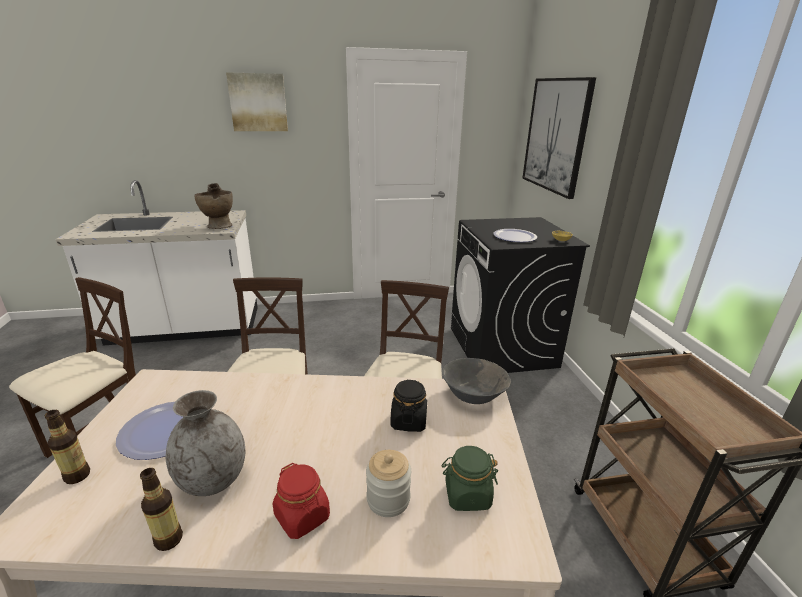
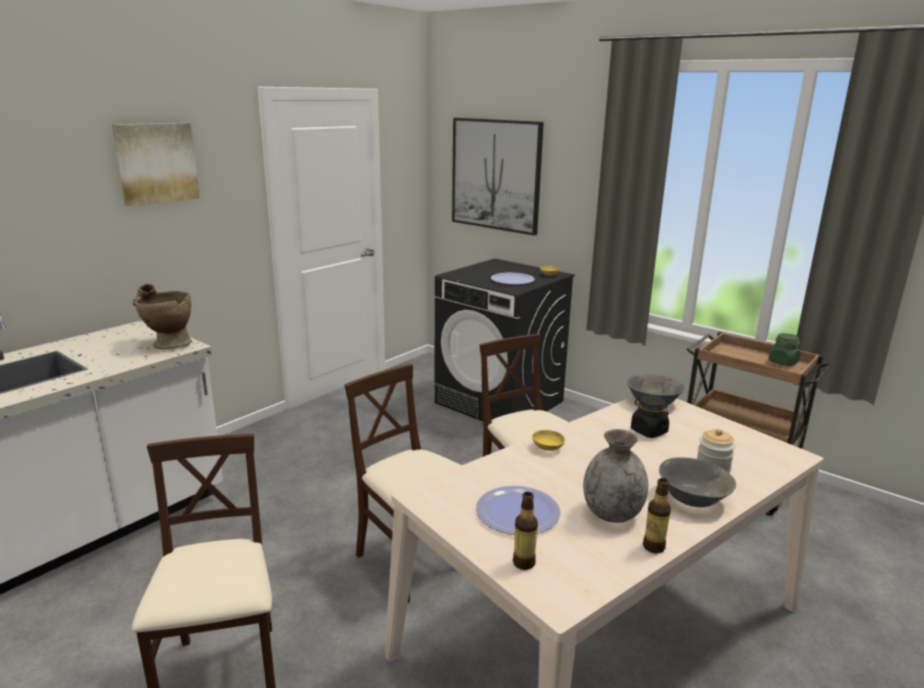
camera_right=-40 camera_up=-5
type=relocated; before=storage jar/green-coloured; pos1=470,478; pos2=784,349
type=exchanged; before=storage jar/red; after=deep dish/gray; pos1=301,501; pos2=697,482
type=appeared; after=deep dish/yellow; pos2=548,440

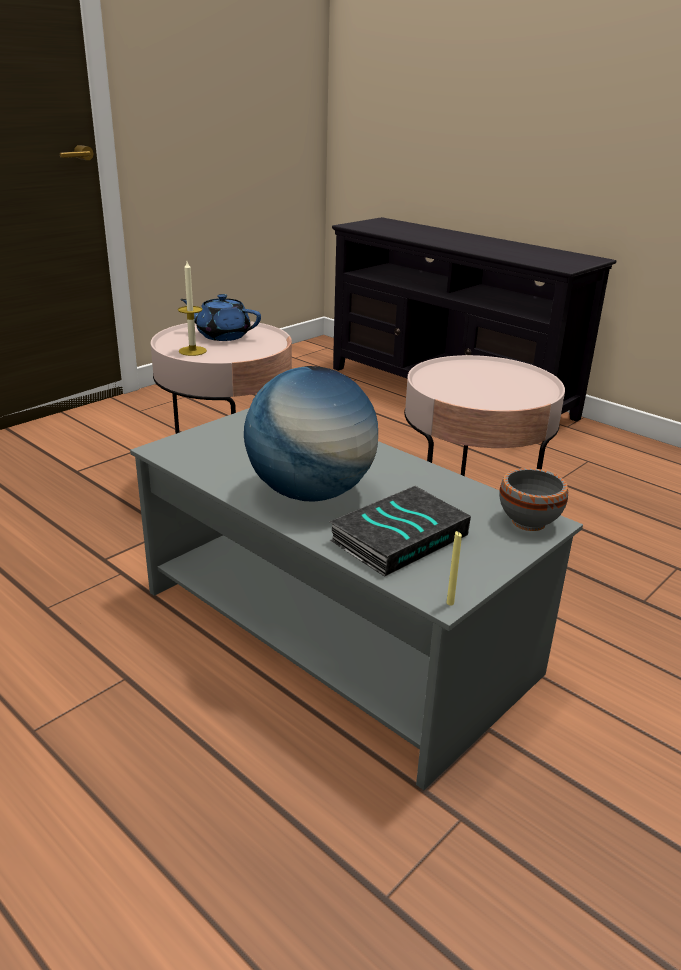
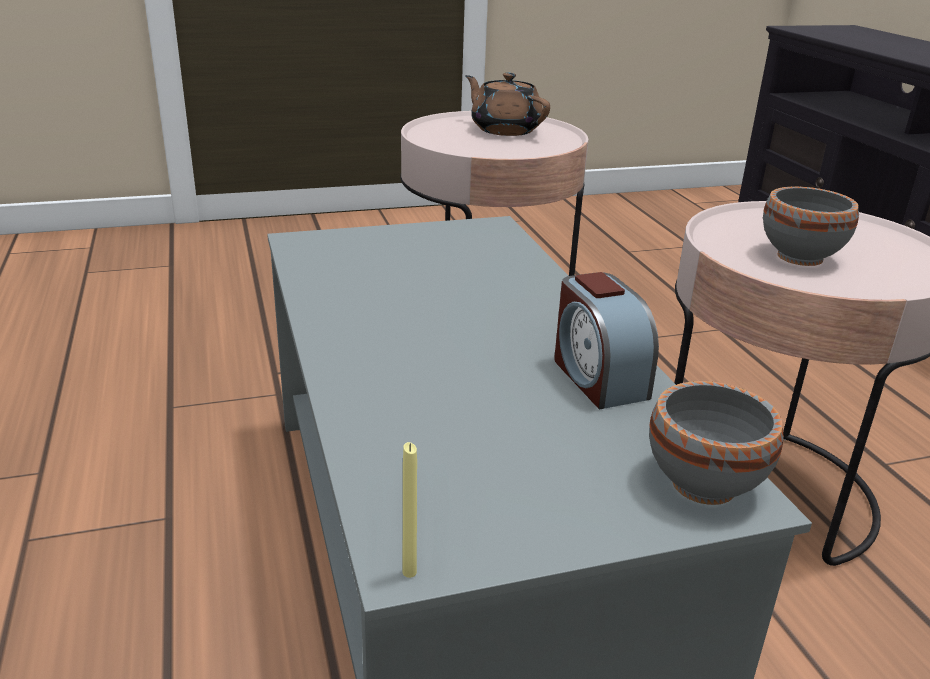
camera_right=30 camera_up=0
type=missing; before=wax candle; pos1=192,308
type=colour; before=pot for tea/bluish; after=pot for tea/brown; pos1=220,317; pos2=507,104
type=missing; before=desk globe; pos1=311,434
type=missing; before=book; pos1=400,531
type=appeared; after=deep dish/gray; pos2=811,226
type=appeared; after=bedside clock; pos2=606,340

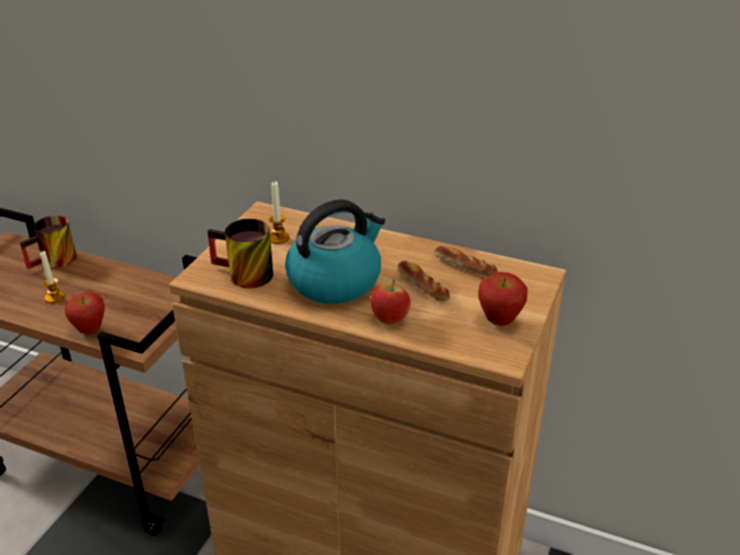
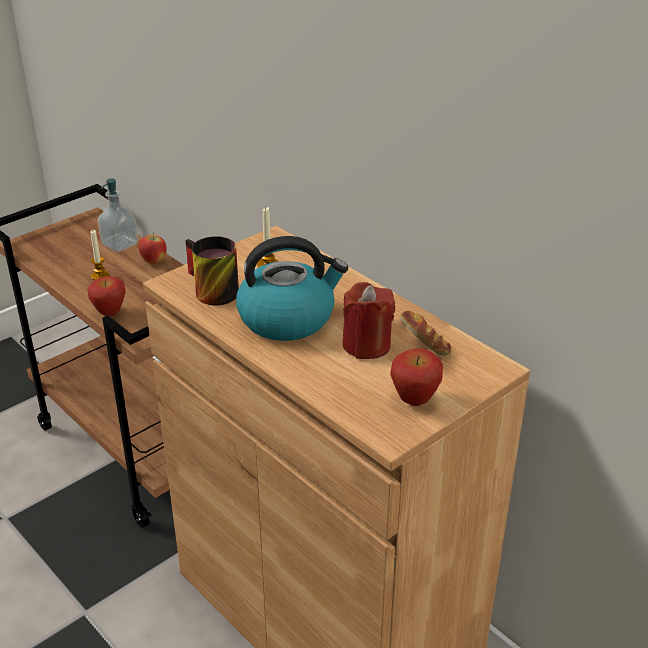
camera_right=25 camera_up=0
type=exchanged; before=tea mug; after=soap dispenser; pos1=48,242; pos2=118,215
type=exchanged; before=bread; after=wax candle/red; pos1=423,281; pos2=368,320
type=relocated; before=apple fruit; pos1=390,302; pos2=152,248

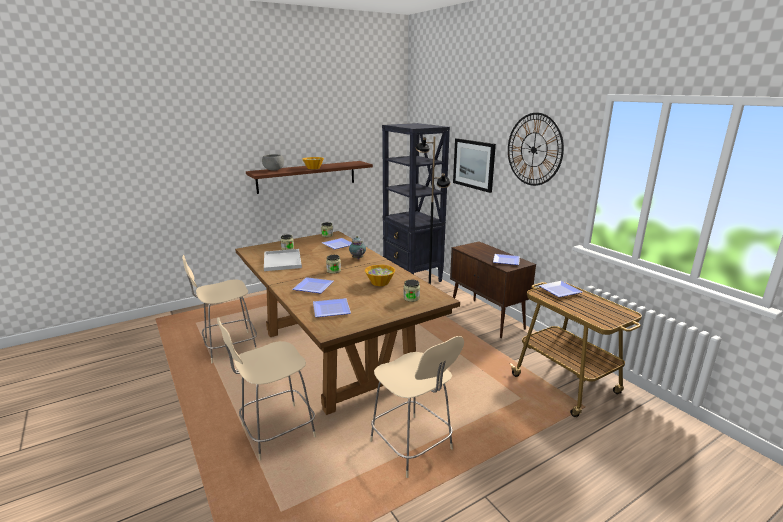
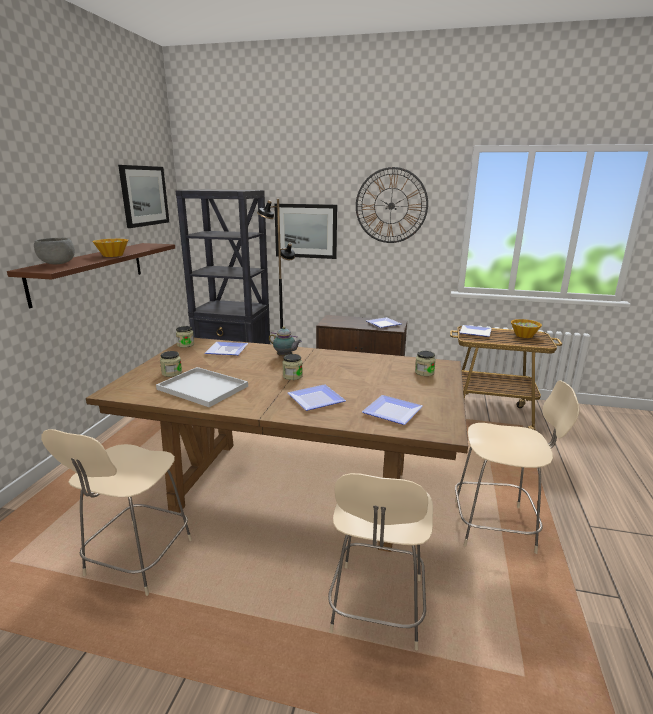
camera_right=-45 camera_up=0
type=relocated; before=deep dish; pos1=380,275; pos2=526,328
type=appeared; after=wall picture; pos2=143,196

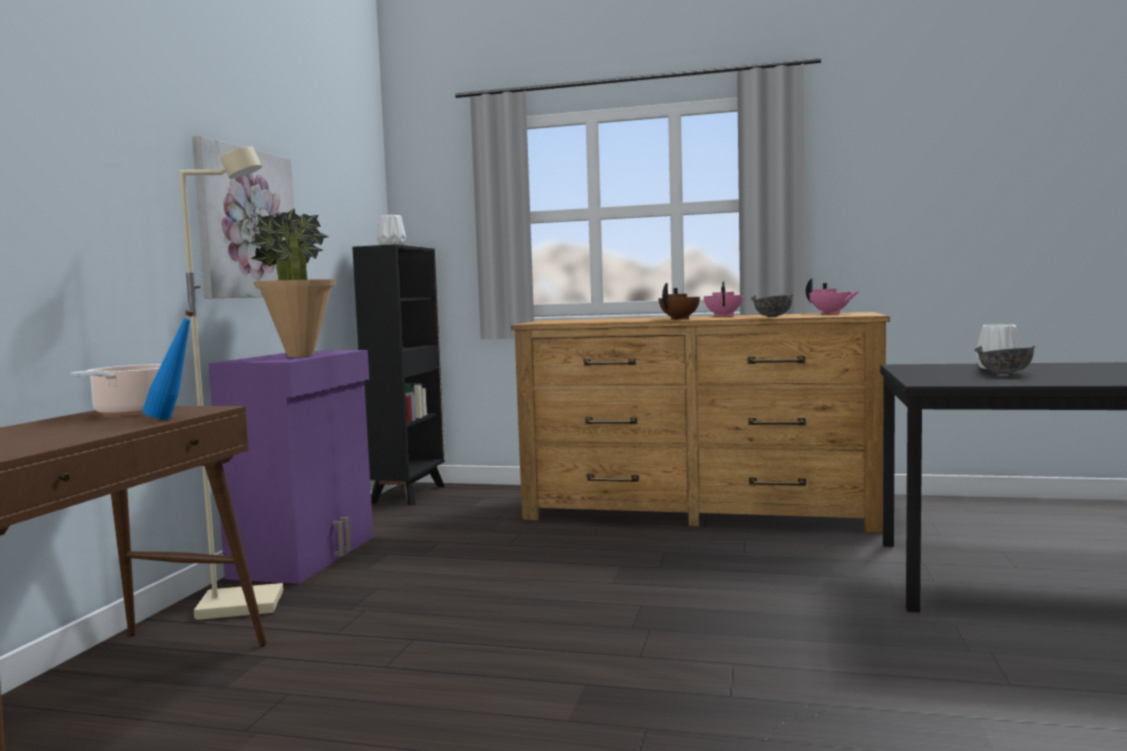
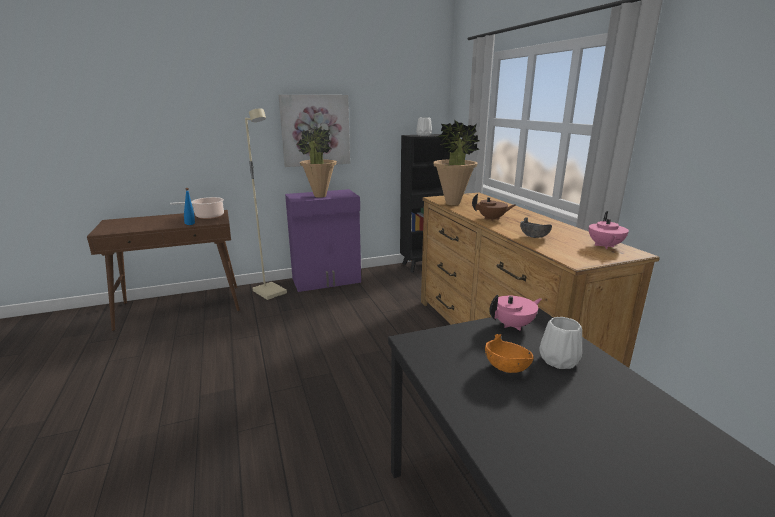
camera_right=55 camera_up=15
type=relocated; before=pot for tea/pinkish; pos1=723,298; pos2=516,313
type=colour; before=deep dish/gray; after=deep dish/orangey; pos1=1005,359; pos2=509,353
type=appeared; after=plant in a pot; pos2=456,162

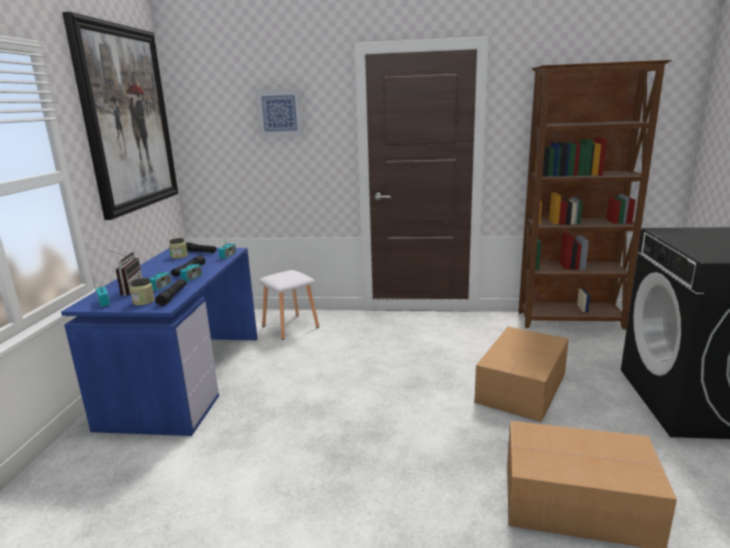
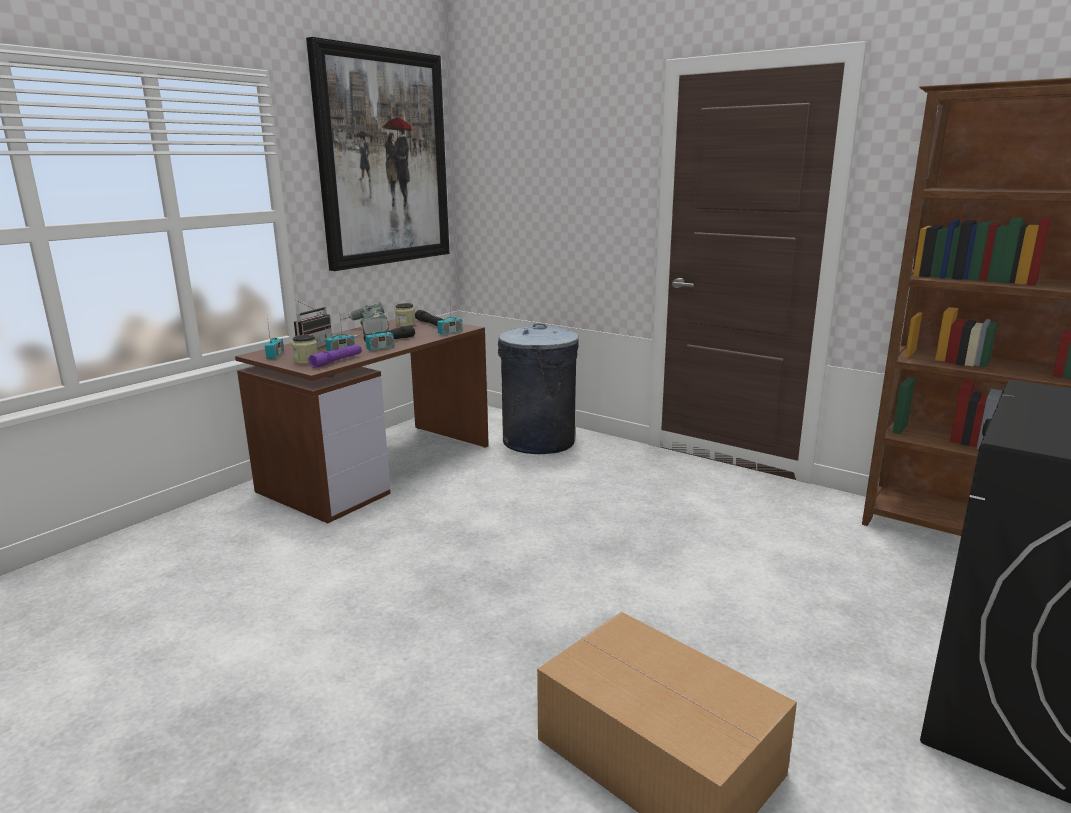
camera_right=30 camera_up=0
type=missing; before=wall picture; pos1=279,113
type=colour; before=desk unit/bluish; after=desk unit/brown; pos1=159,342; pos2=362,420
type=exchanged; before=sitting stool/white-coloured; after=rubbish bin/gray; pos1=289,305; pos2=538,388
type=colour; before=flashlight/blackish; after=flashlight/purplish; pos1=170,292; pos2=335,356
type=missing; before=cardboard box; pos1=522,374
type=appeared; after=power drill; pos2=365,319

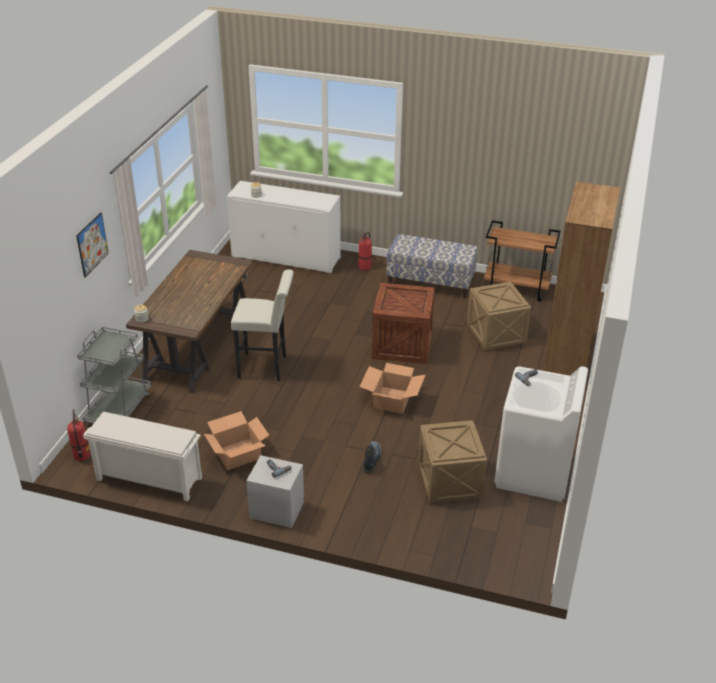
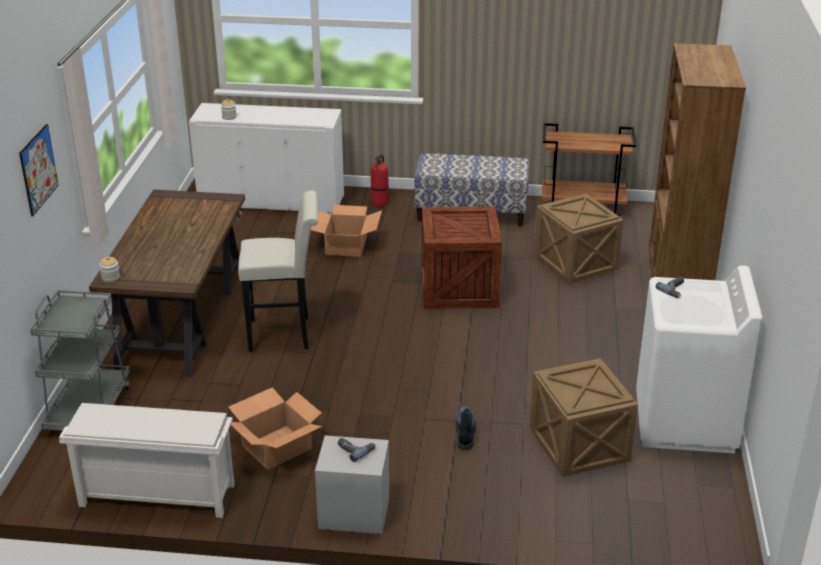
camera_right=-10 camera_up=-5
type=relocated; before=cardboard box; pos1=392,388; pos2=346,231
type=missing; before=fire-fighting cylinder; pos1=78,435

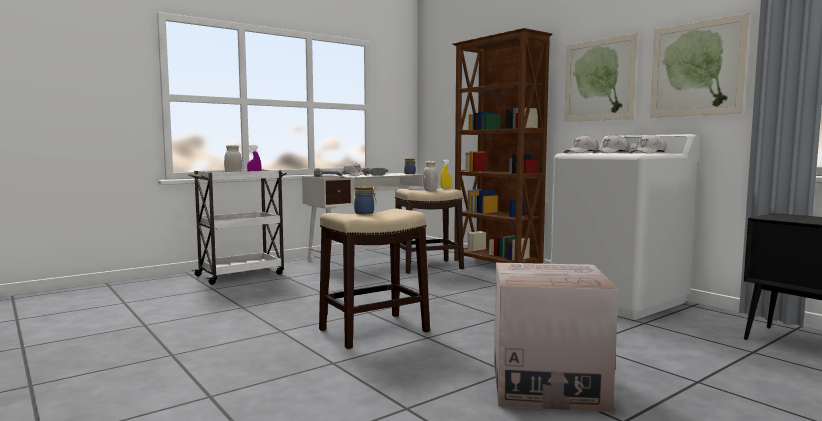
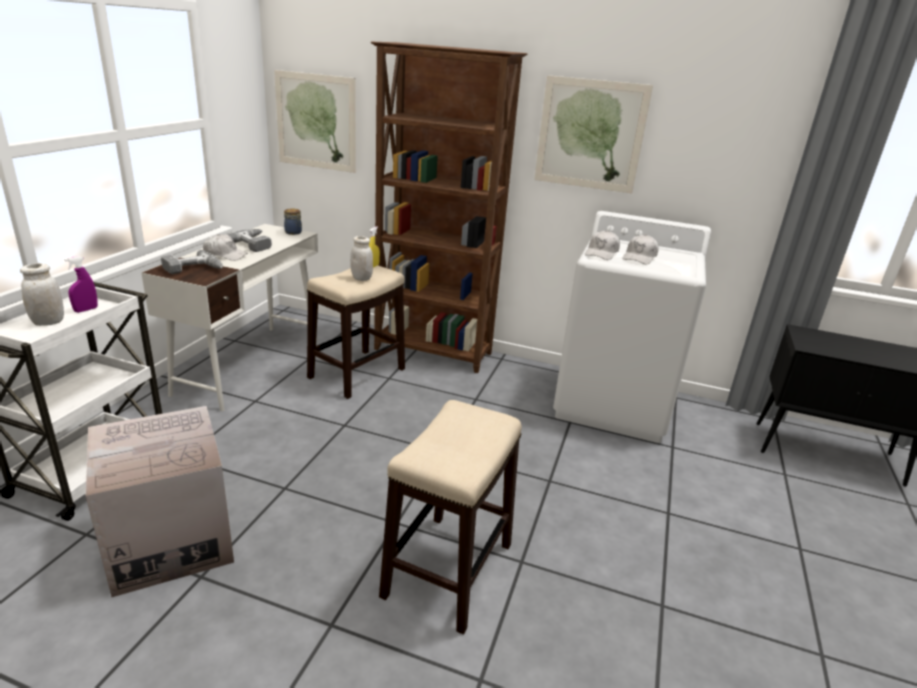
camera_right=-35 camera_up=20
type=relocated; before=wall picture; pos1=700,65; pos2=315,121
type=missing; before=cap/white-coloured; pos1=648,144
type=missing; before=storage jar; pos1=365,200
type=relocated; before=cardboard box; pos1=556,338; pos2=160,501

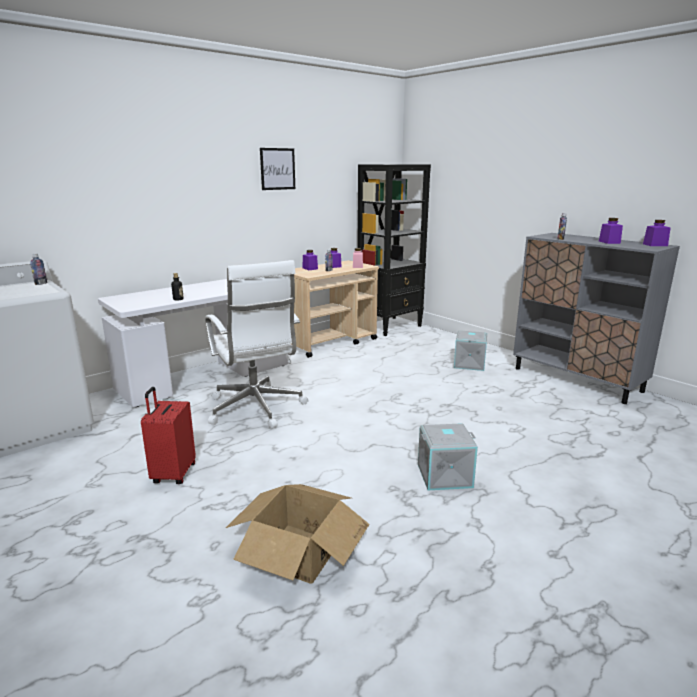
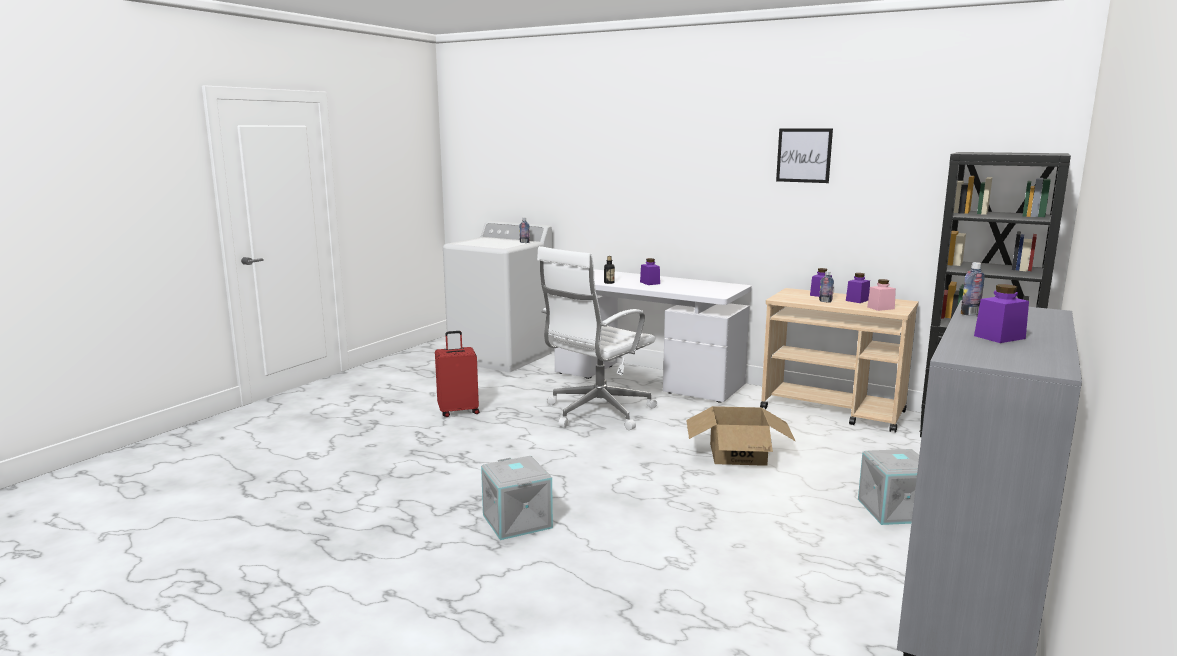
camera_right=70 camera_up=-5
type=relocated; before=storage jar/purplish; pos1=657,233; pos2=650,271
type=relocated; before=cardboard box; pos1=297,534; pos2=740,436

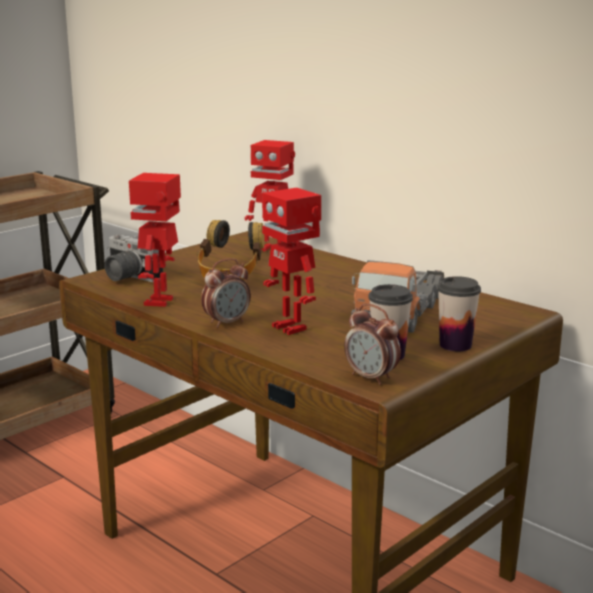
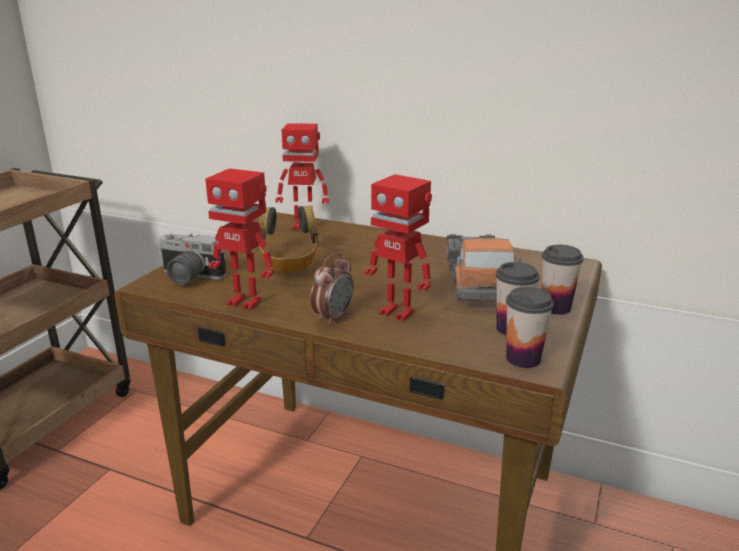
camera_right=-20 camera_up=5
type=spun; before=model robot; pos1=155,240; pos2=239,239; turn=-60
type=exchanged; before=bedside clock; after=small cup; pos1=372,344; pos2=530,327

